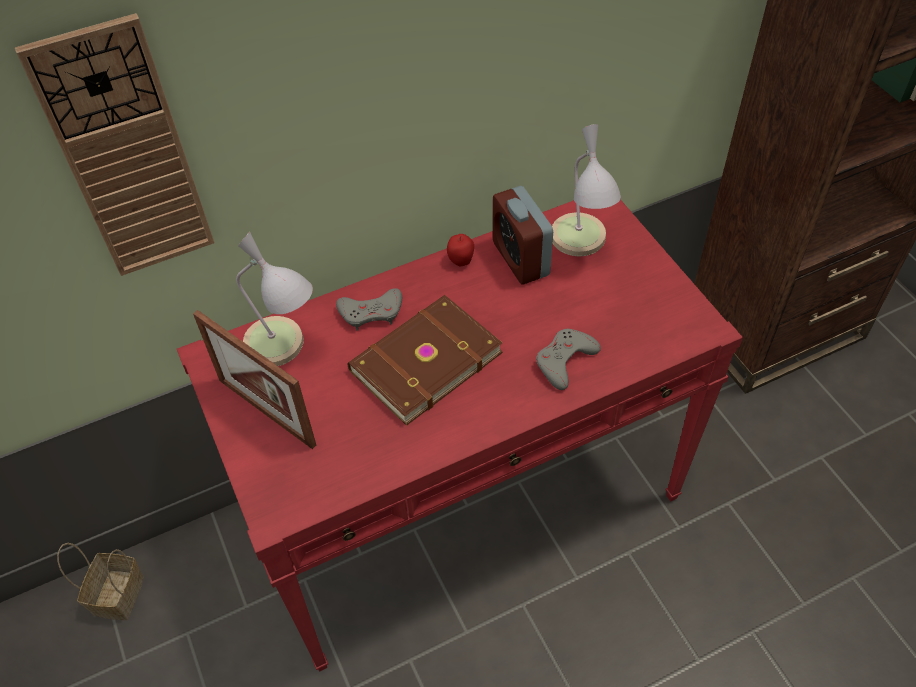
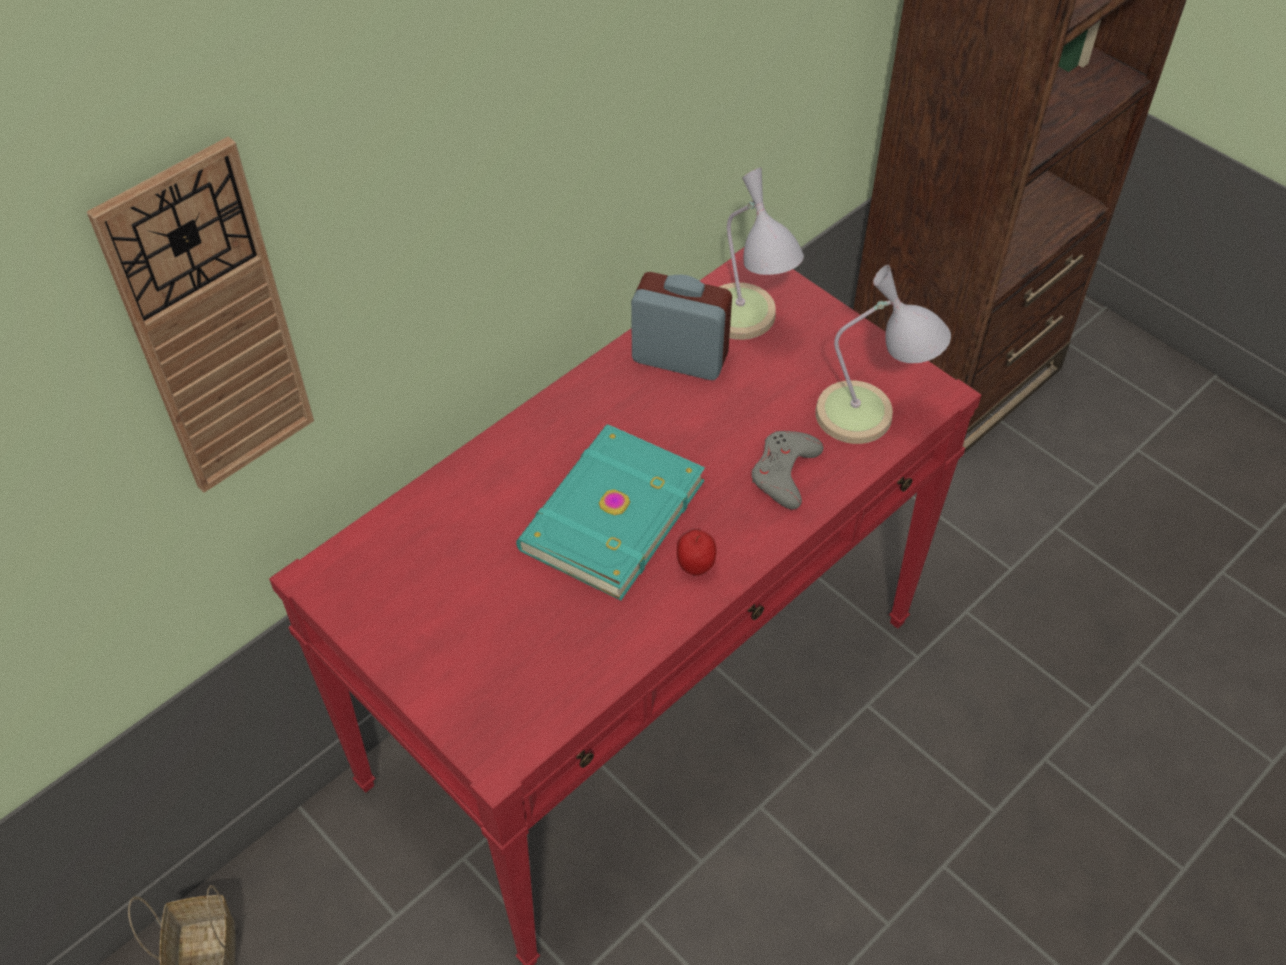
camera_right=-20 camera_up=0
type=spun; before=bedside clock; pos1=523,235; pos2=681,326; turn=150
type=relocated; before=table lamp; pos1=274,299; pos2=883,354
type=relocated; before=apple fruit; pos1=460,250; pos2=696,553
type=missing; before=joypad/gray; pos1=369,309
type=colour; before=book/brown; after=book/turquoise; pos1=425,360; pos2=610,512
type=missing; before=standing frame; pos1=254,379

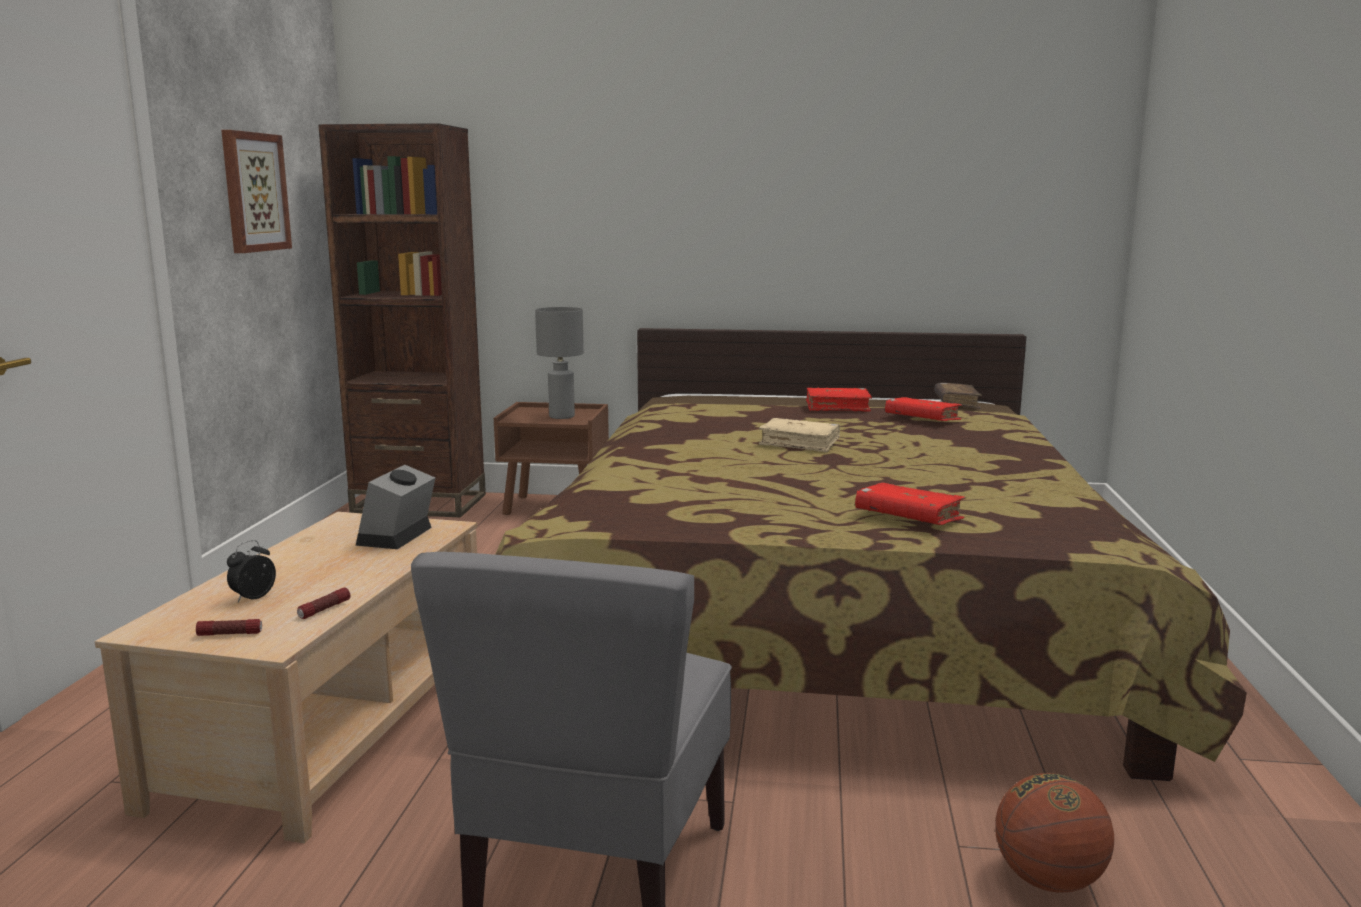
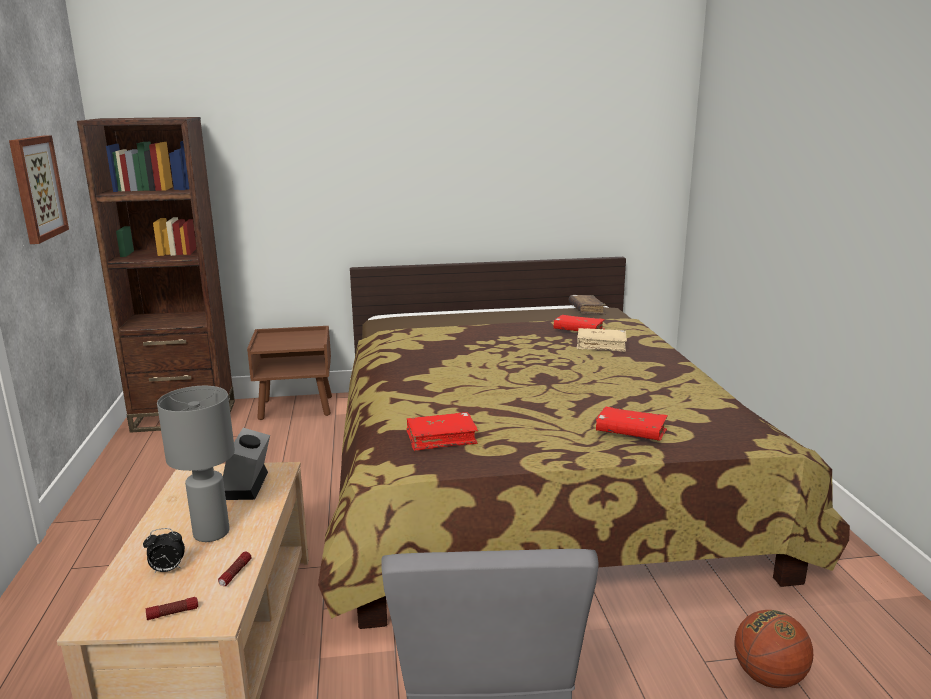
camera_right=-15 camera_up=5
type=relocated; before=table lamp/gray; pos1=559,363; pos2=196,464
type=relocated; before=book/red; pos1=839,400; pos2=442,431
type=relocated; before=book/sand-coloured; pos1=799,435; pos2=602,340
type=spun; before=bedside clock; pos1=251,571; pos2=164,550; turn=-120

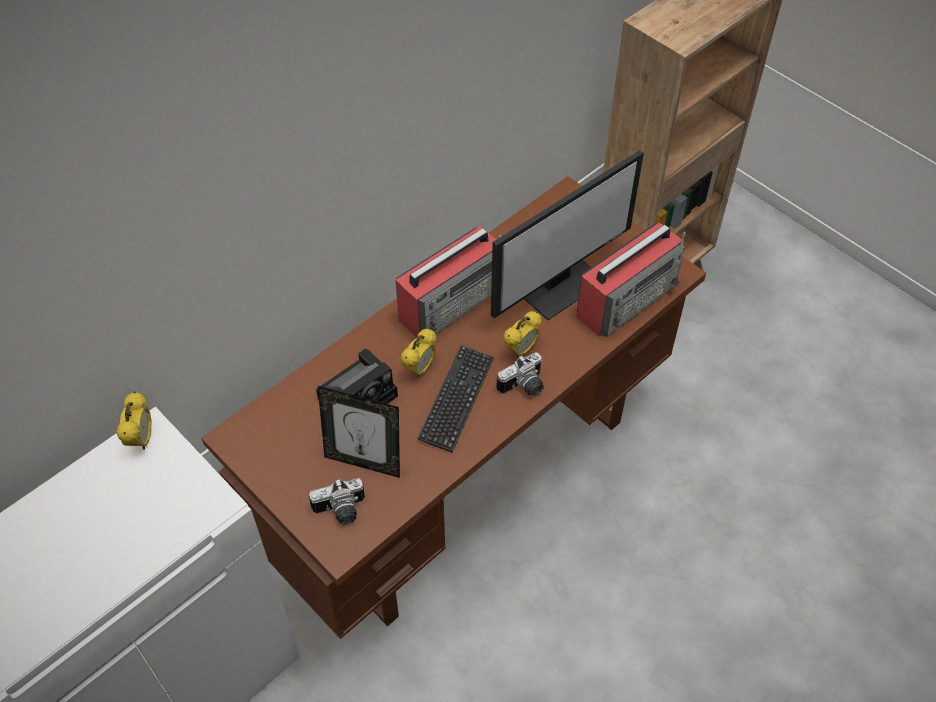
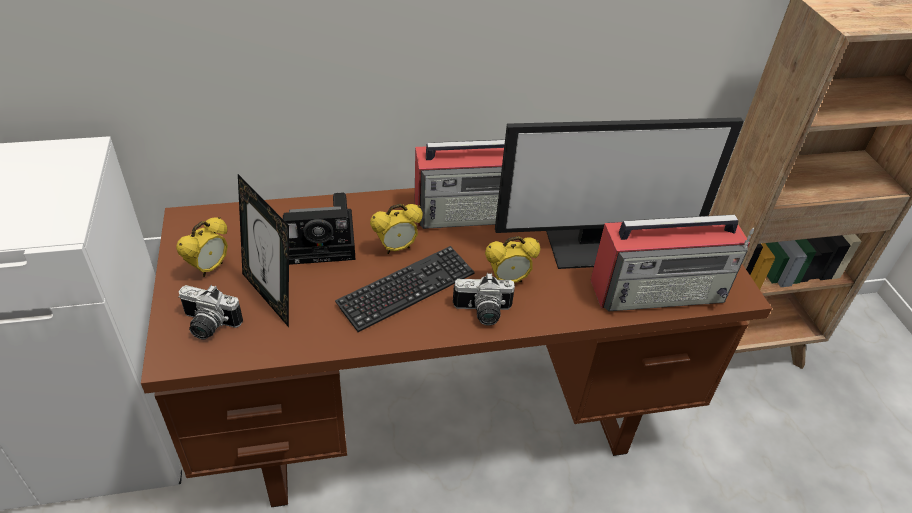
camera_right=30 camera_up=-10
type=relocated; before=bedside clock; pos1=134,420; pos2=202,247

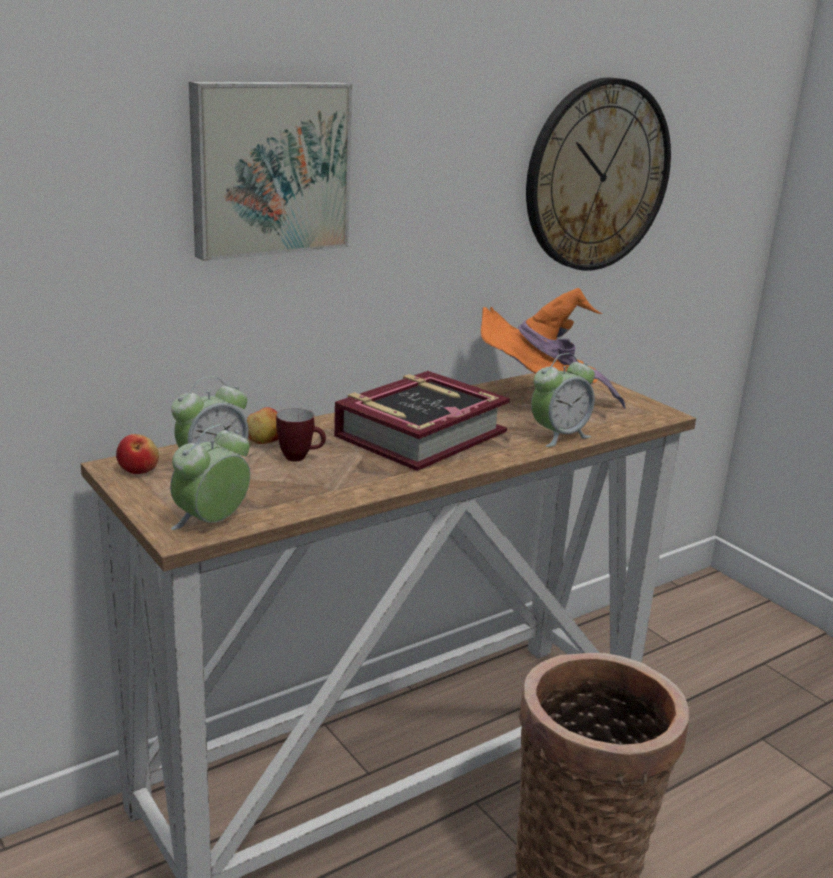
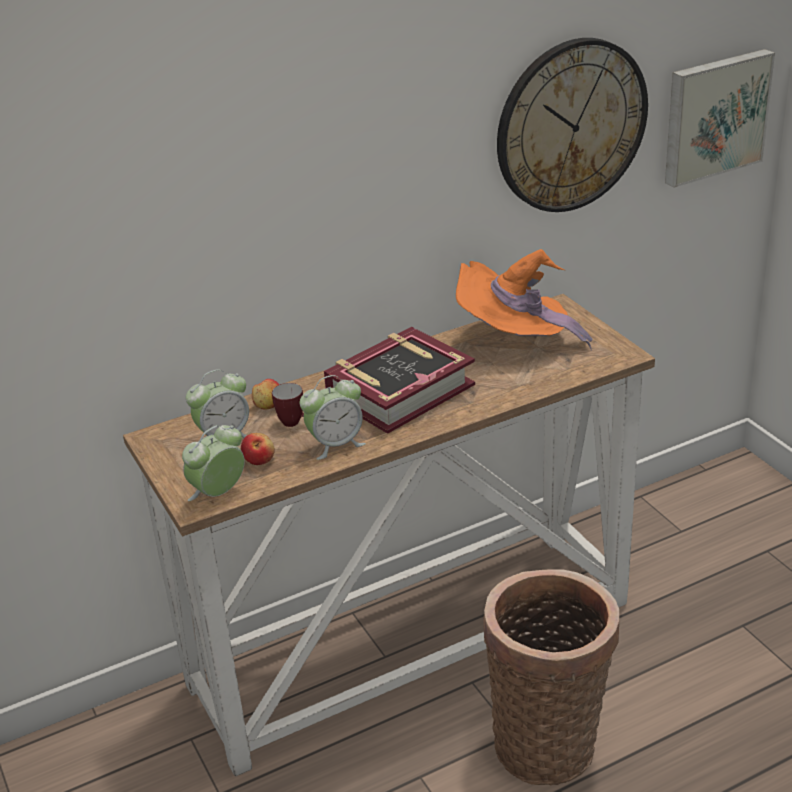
camera_right=10 camera_up=10
type=relocated; before=wall picture; pos1=270,171; pos2=720,118
type=relocated; before=bedside clock; pos1=563,400; pos2=333,417
type=relocated; before=apple fruit; pos1=137,454; pos2=258,449

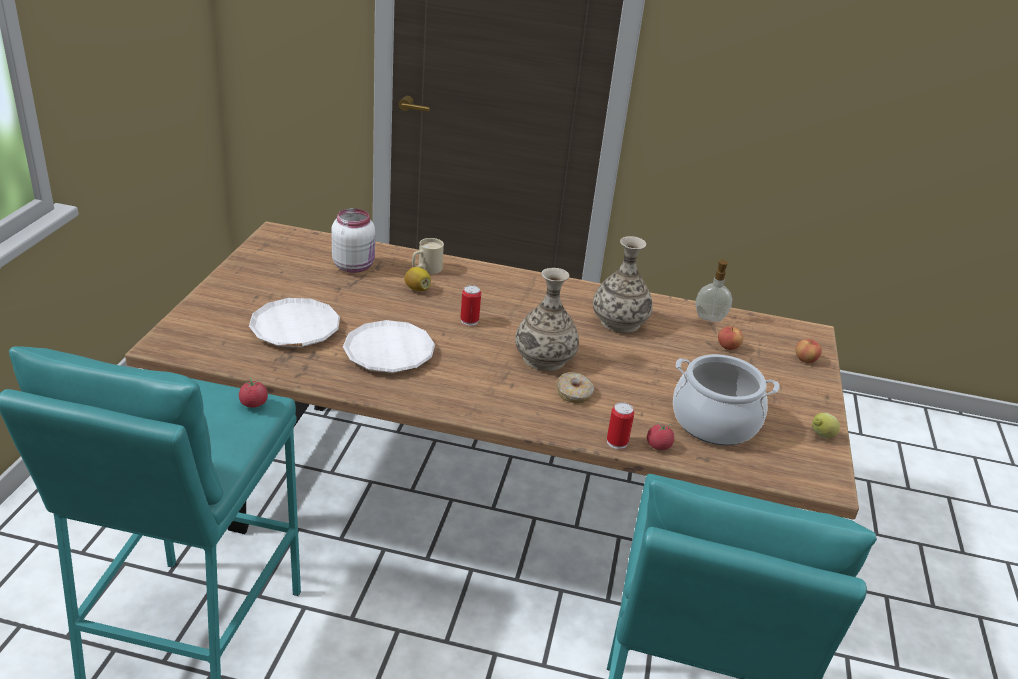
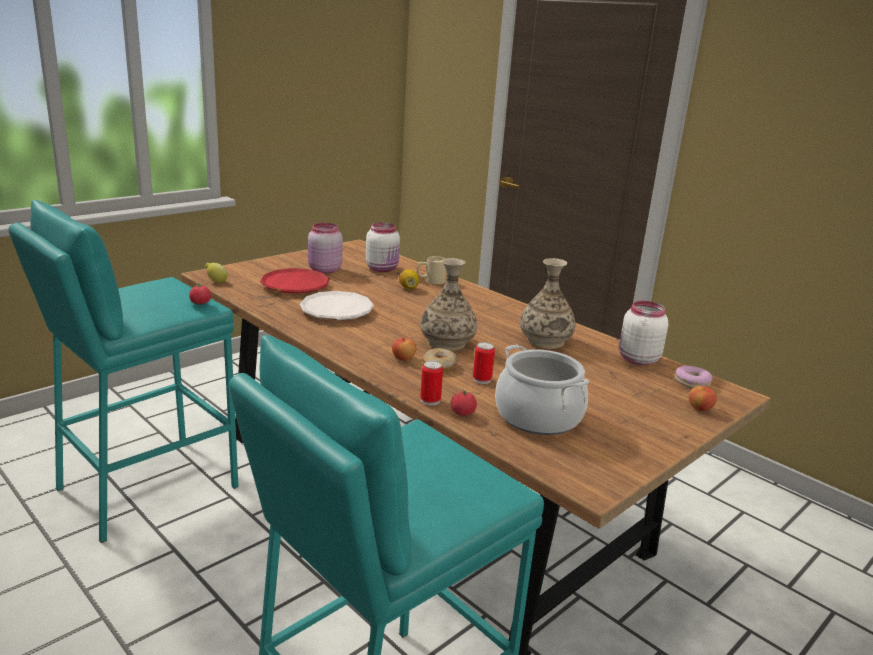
camera_right=35 camera_up=-10
type=exchanged; before=soap dispenser; after=storage jar/white-coloured; pos1=713,290; pos2=643,333
type=relocated; before=can; pos1=470,305; pos2=484,363
type=colour; before=flat dish/white-coloured; after=flat dish/red; pos1=294,322; pos2=294,281
type=relocated; before=apple fruit; pos1=731,338; pos2=404,349
type=relocated; before=lemon; pos1=826,425; pos2=216,273
type=appeared; after=storage jar/pinkish; pos2=325,248
type=appeared; after=doughnut; pos2=694,377

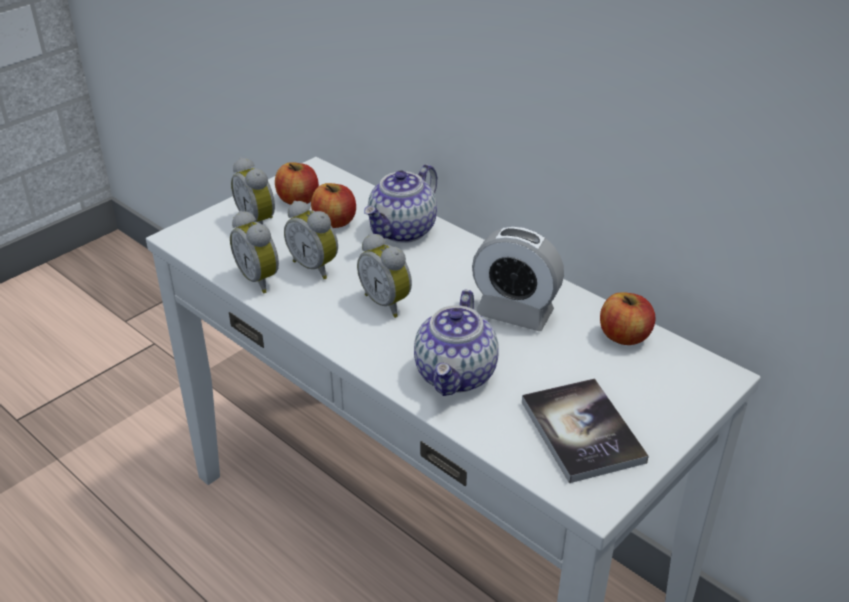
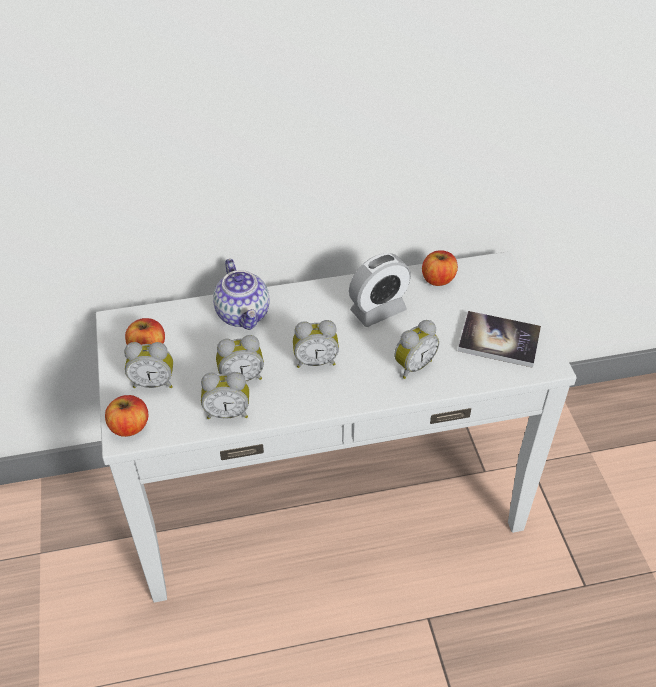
camera_right=-55 camera_up=10
type=relocated; before=apple fruit; pos1=333,205; pos2=126,416
type=exchanged; before=pot for tea; after=bedside clock; pos1=456,343; pos2=416,349

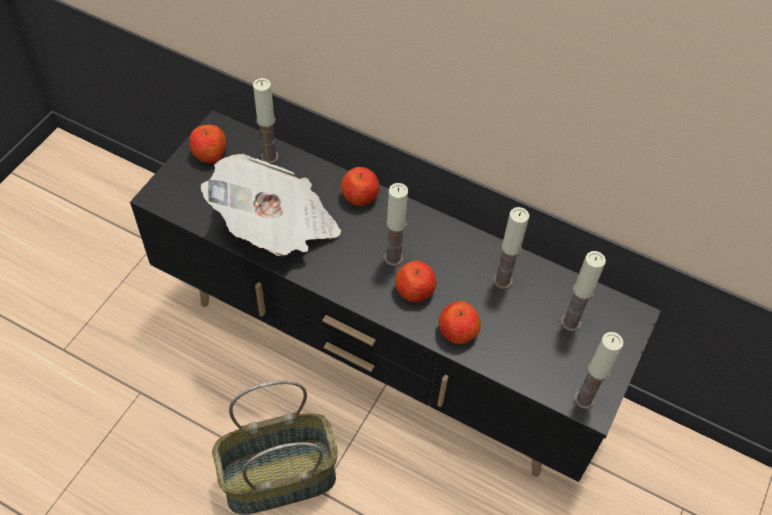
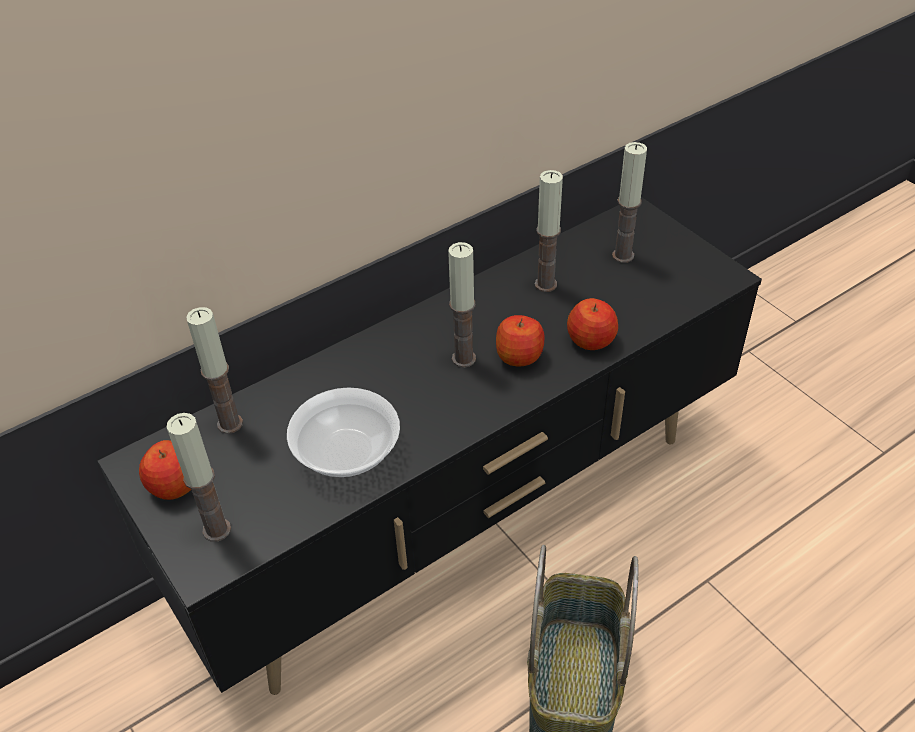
camera_right=-60 camera_up=-10
type=exchanged; before=daily paper; after=deep dish; pos1=271,205; pos2=343,432
type=missing; before=apple fruit; pos1=360,186
type=relocated; before=wax candle; pos1=598,370; pos2=198,477

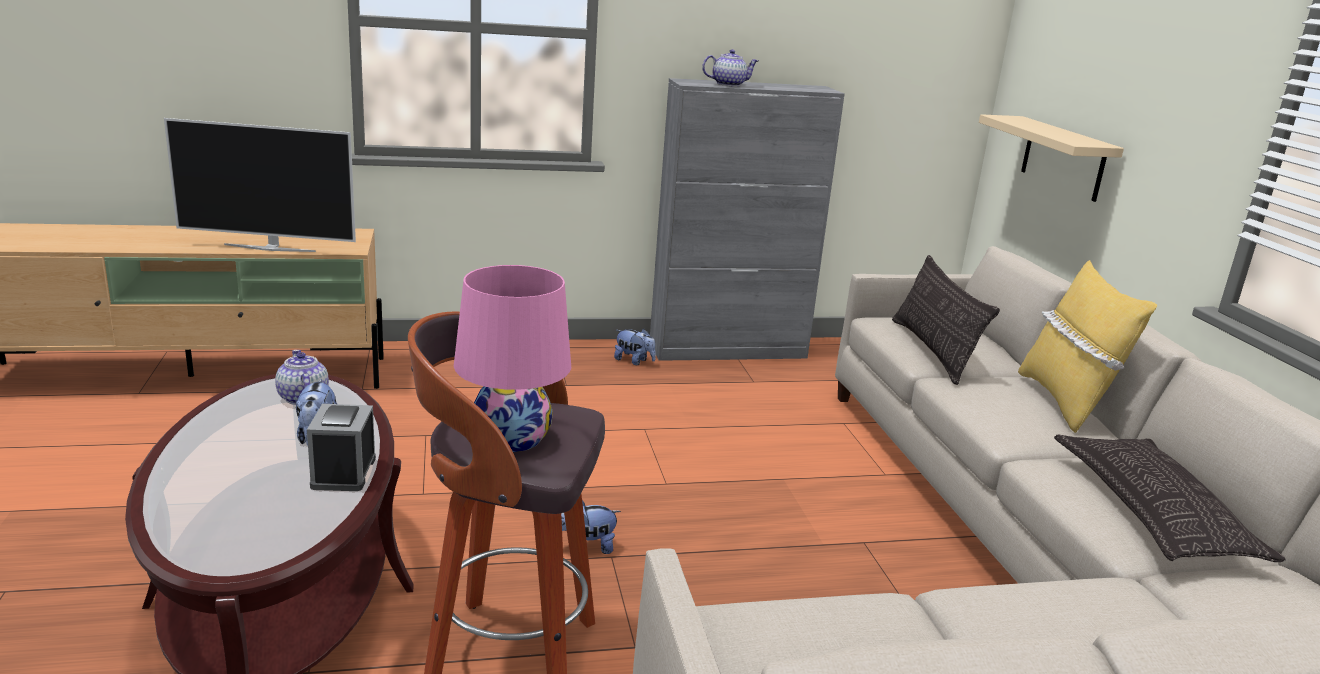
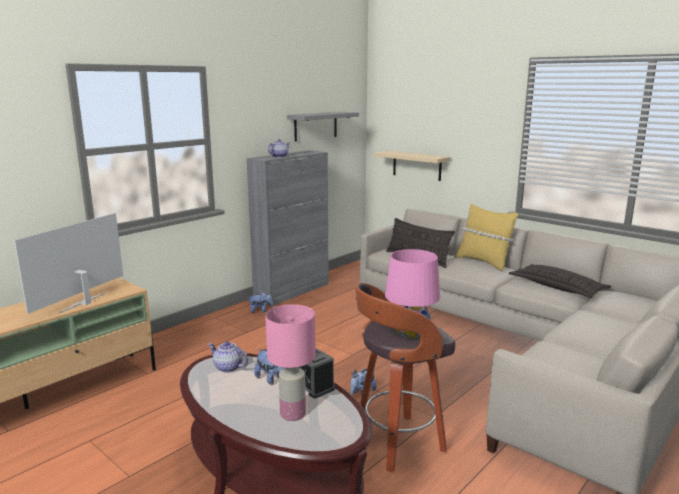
camera_right=-35 camera_up=-5
type=spun; before=TV; pos1=260,185; pos2=68,263; turn=150
type=appeared; after=shelf/gray; pos2=323,126
type=appeared; after=table lamp/pinkish; pos2=290,362

